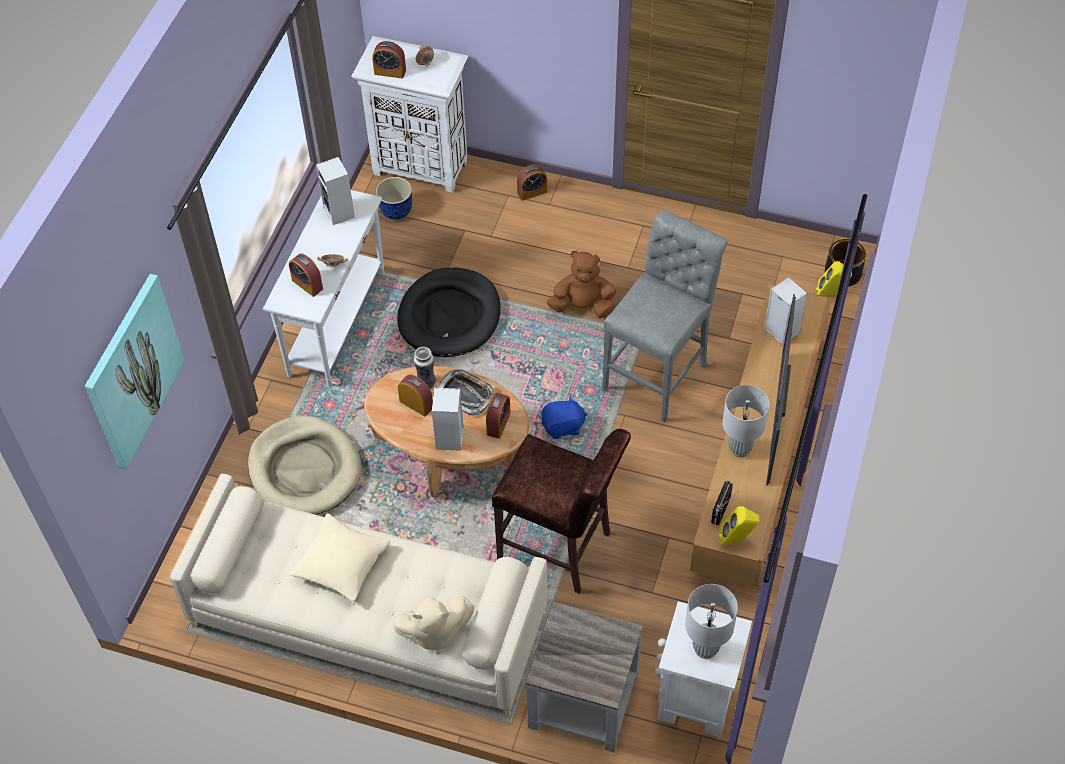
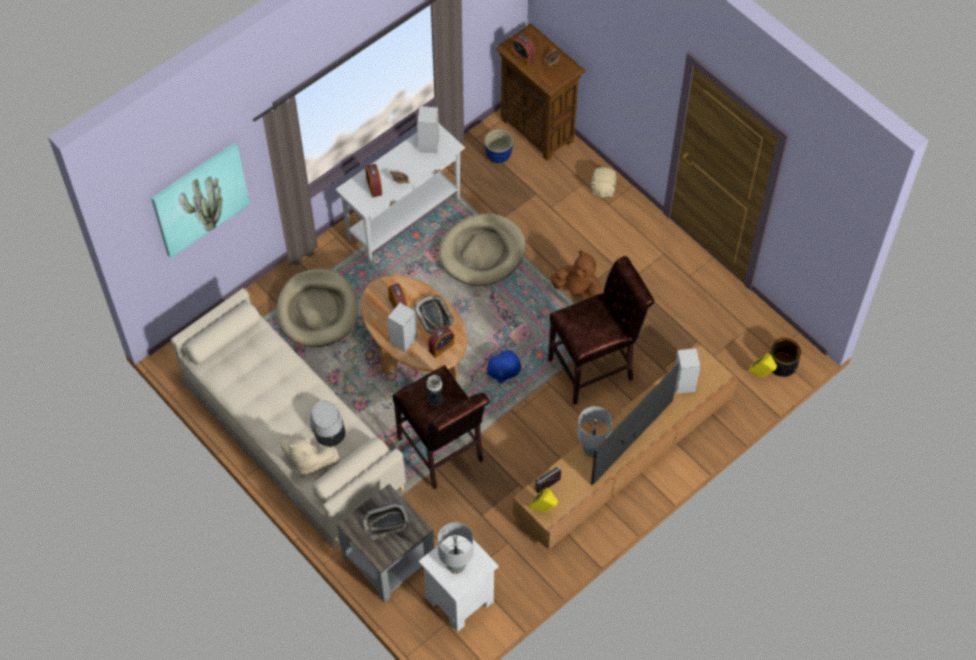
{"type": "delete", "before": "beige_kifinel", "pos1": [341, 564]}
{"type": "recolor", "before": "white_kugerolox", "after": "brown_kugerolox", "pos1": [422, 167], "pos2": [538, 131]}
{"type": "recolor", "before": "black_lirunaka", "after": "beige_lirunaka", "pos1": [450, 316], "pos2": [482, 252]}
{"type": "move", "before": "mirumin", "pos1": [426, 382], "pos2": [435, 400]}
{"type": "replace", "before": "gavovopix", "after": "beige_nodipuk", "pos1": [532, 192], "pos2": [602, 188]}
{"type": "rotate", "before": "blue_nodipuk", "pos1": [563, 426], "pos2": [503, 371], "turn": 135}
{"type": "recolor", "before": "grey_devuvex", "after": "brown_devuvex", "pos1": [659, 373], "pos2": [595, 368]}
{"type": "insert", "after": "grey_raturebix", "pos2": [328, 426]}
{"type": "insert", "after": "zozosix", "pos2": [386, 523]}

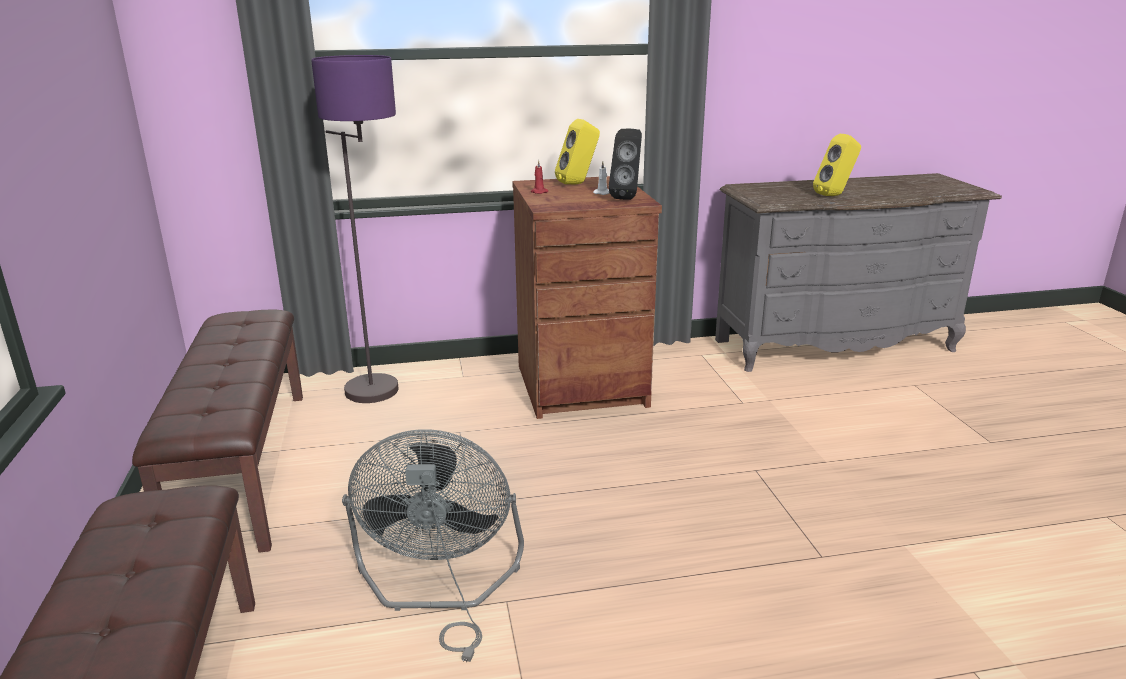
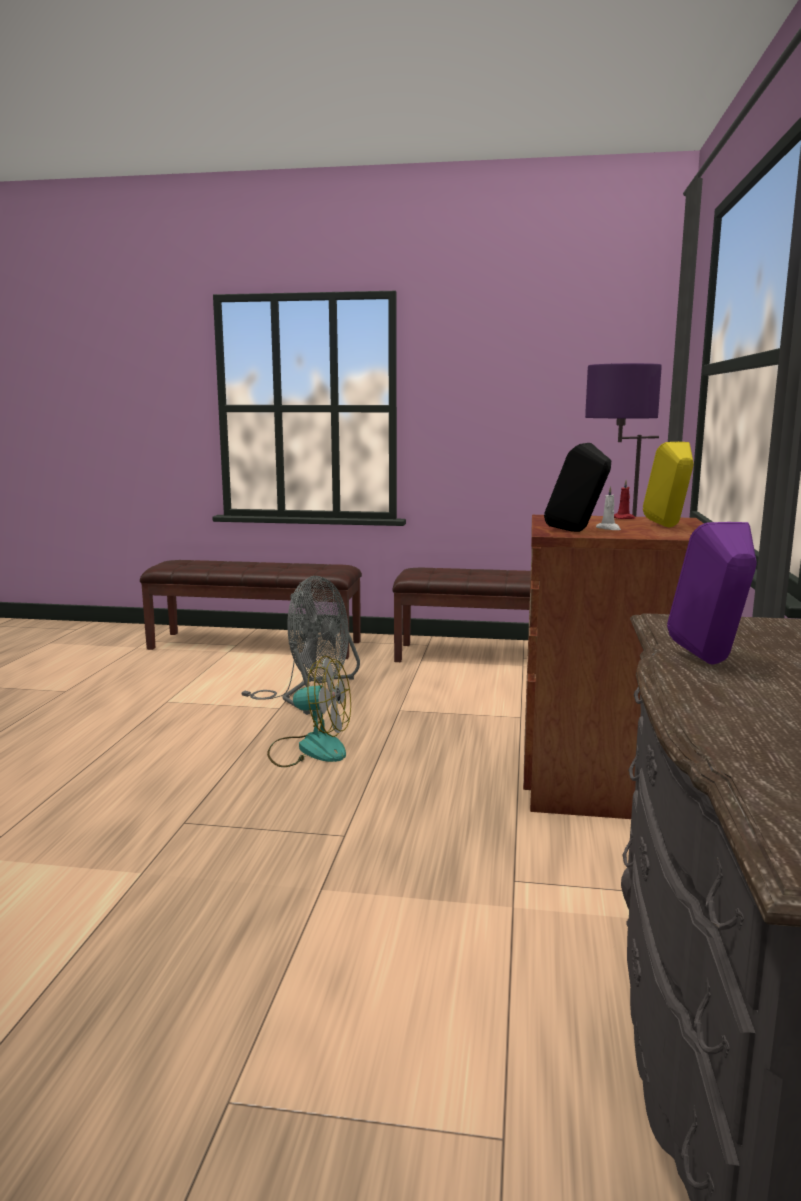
{"type": "recolor", "before": "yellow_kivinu", "after": "purple_kivinu", "pos1": [835, 195], "pos2": [711, 663]}
{"type": "insert", "after": "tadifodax", "pos2": [310, 749]}

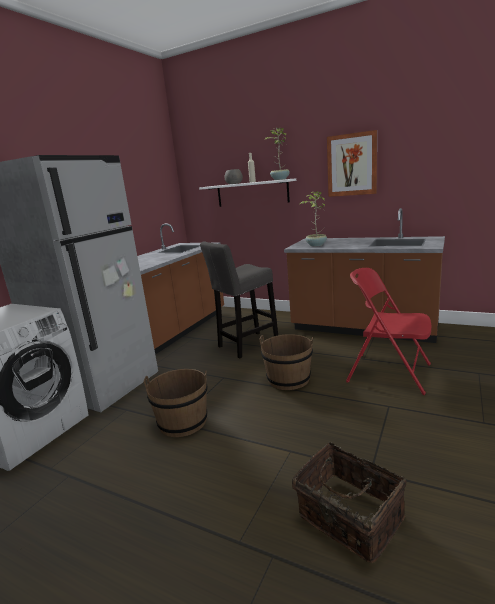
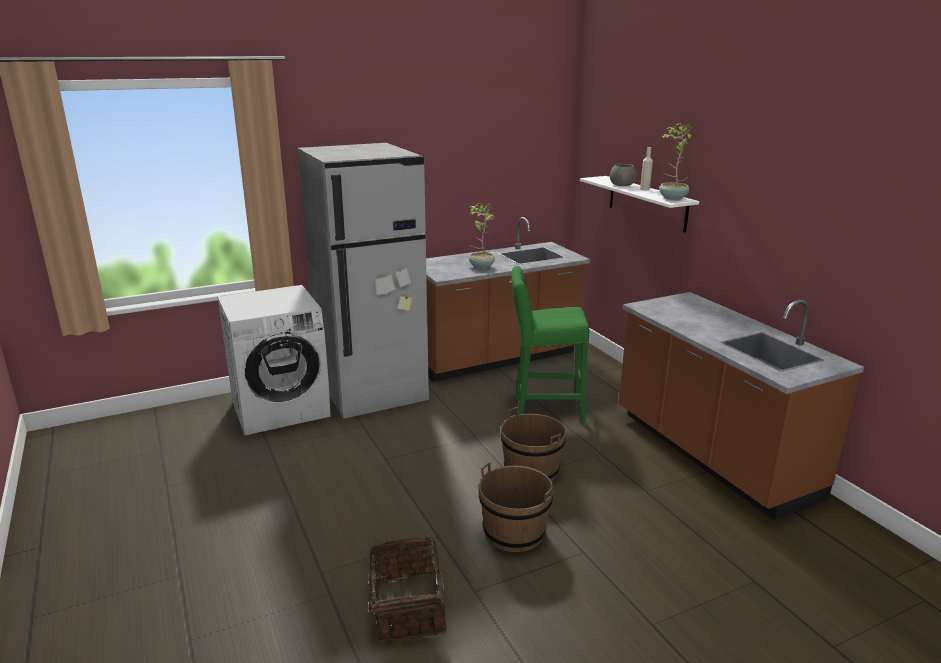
{"type": "move", "before": "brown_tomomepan", "pos1": [183, 422], "pos2": [514, 532]}
{"type": "recolor", "before": "grey_devuvex", "after": "green_devuvex", "pos1": [245, 345], "pos2": [544, 410]}
{"type": "move", "before": "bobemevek", "pos1": [316, 245], "pos2": [481, 266]}
{"type": "delete", "before": "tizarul", "pos1": [352, 165]}
{"type": "delete", "before": "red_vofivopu", "pos1": [389, 373]}

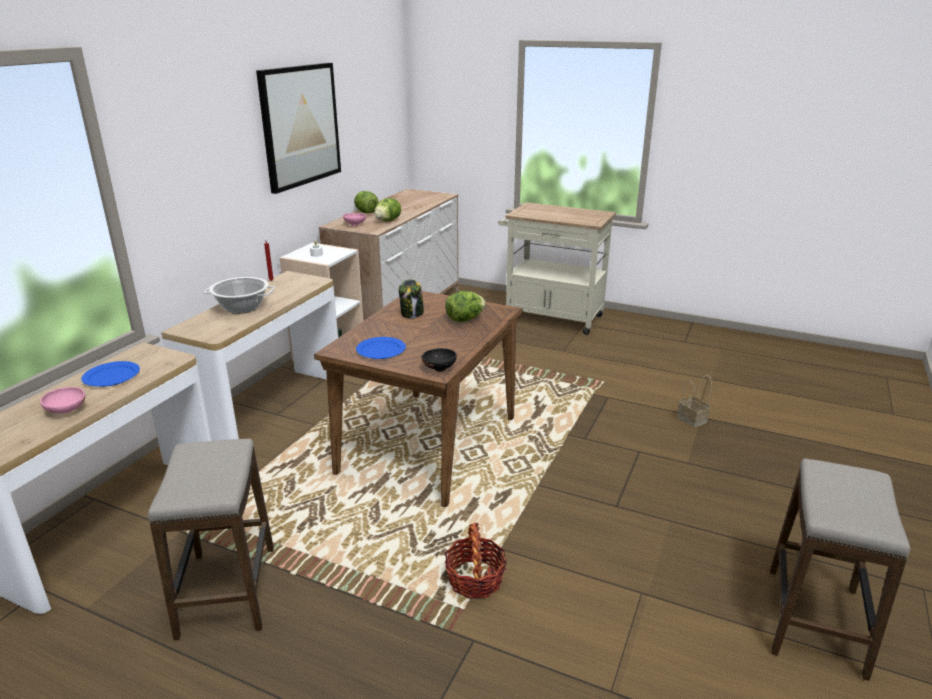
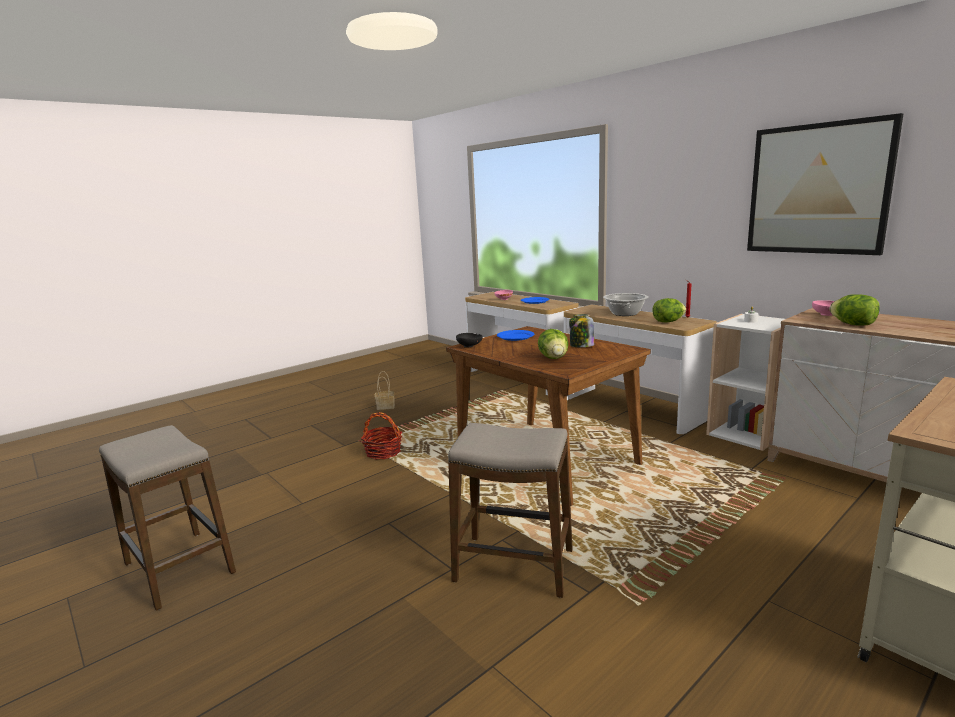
{"type": "move", "before": "devuvex", "pos1": [227, 591], "pos2": [513, 565]}
{"type": "move", "before": "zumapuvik", "pos1": [366, 212], "pos2": [668, 321]}
{"type": "move", "before": "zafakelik", "pos1": [693, 420], "pos2": [385, 407]}

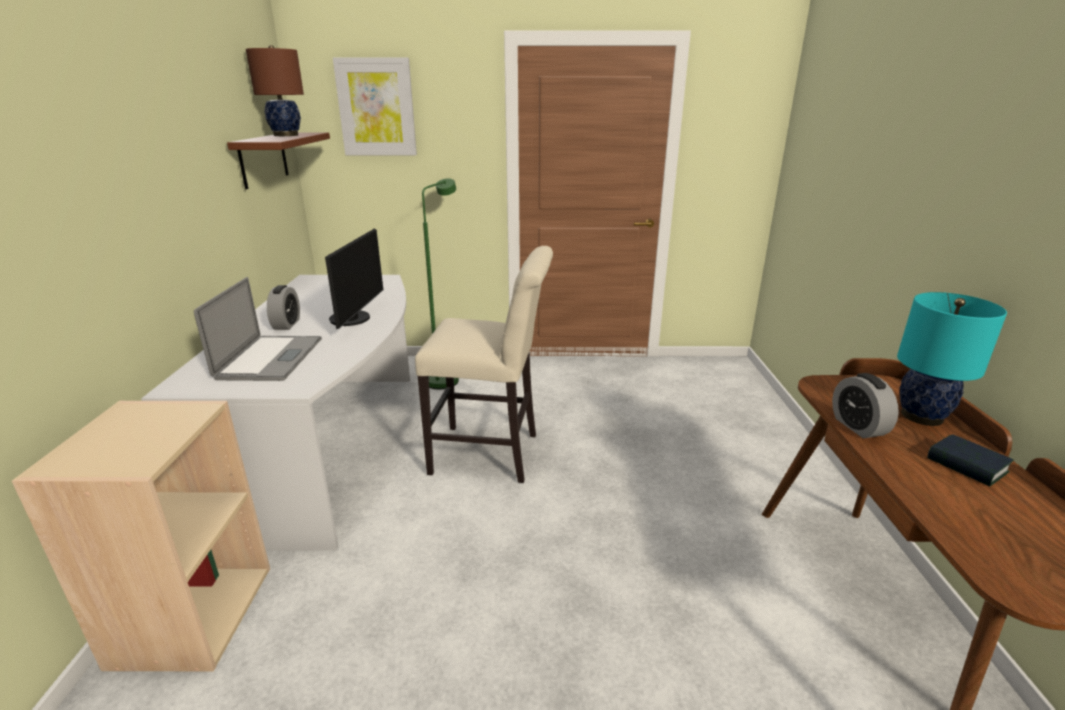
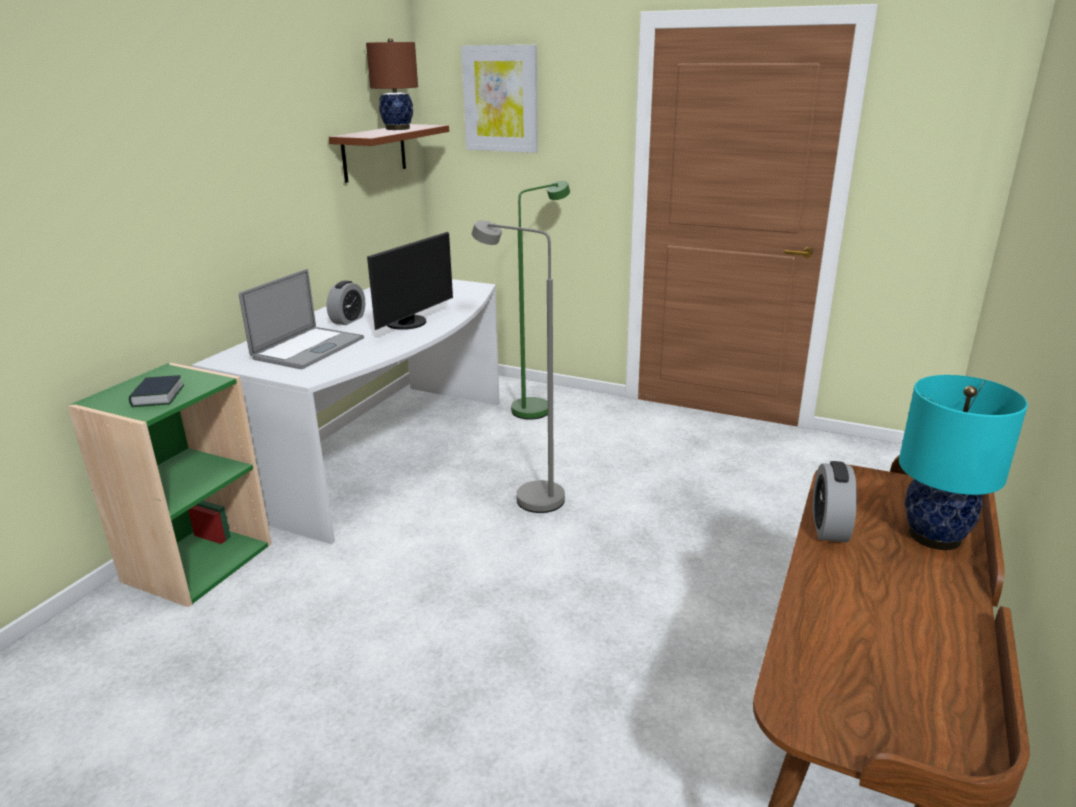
{"type": "recolor", "before": "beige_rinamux", "after": "green_rinamux", "pos1": [193, 613], "pos2": [198, 561]}
{"type": "replace", "before": "beige_devuvex", "after": "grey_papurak", "pos1": [491, 455], "pos2": [528, 496]}
{"type": "move", "before": "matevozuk", "pos1": [966, 465], "pos2": [158, 396]}

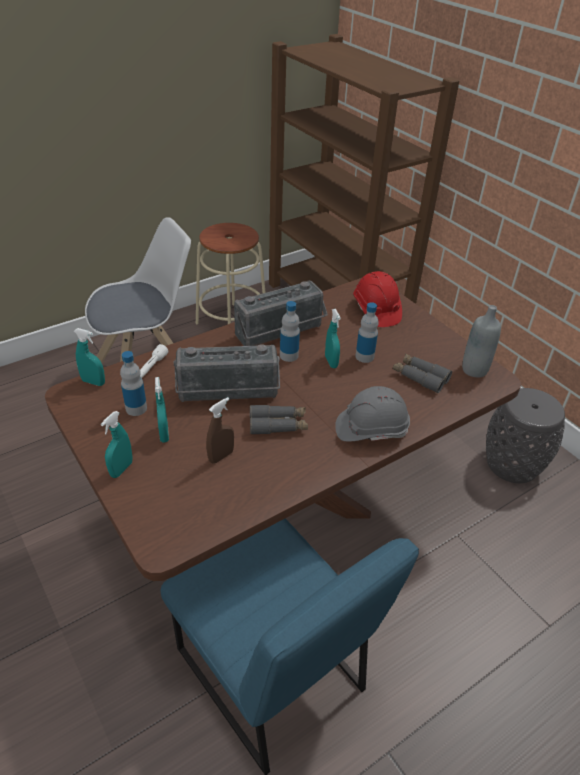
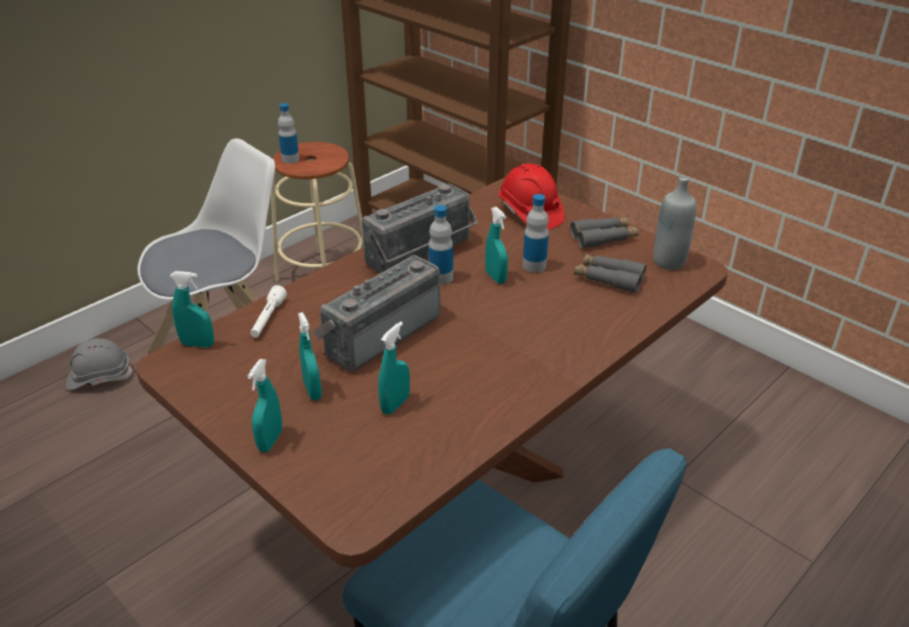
{"type": "move", "before": "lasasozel", "pos1": [136, 408], "pos2": [290, 159]}
{"type": "rotate", "before": "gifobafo", "pos1": [228, 395], "pos2": [379, 333], "turn": 150}
{"type": "recolor", "before": "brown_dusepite", "after": "turquoise_dusepite", "pos1": [221, 456], "pos2": [395, 404]}
{"type": "move", "before": "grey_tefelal", "pos1": [278, 425], "pos2": [604, 238]}
{"type": "move", "before": "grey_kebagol", "pos1": [371, 429], "pos2": [99, 377]}
{"type": "delete", "before": "grey_devuvex", "pos1": [512, 464]}

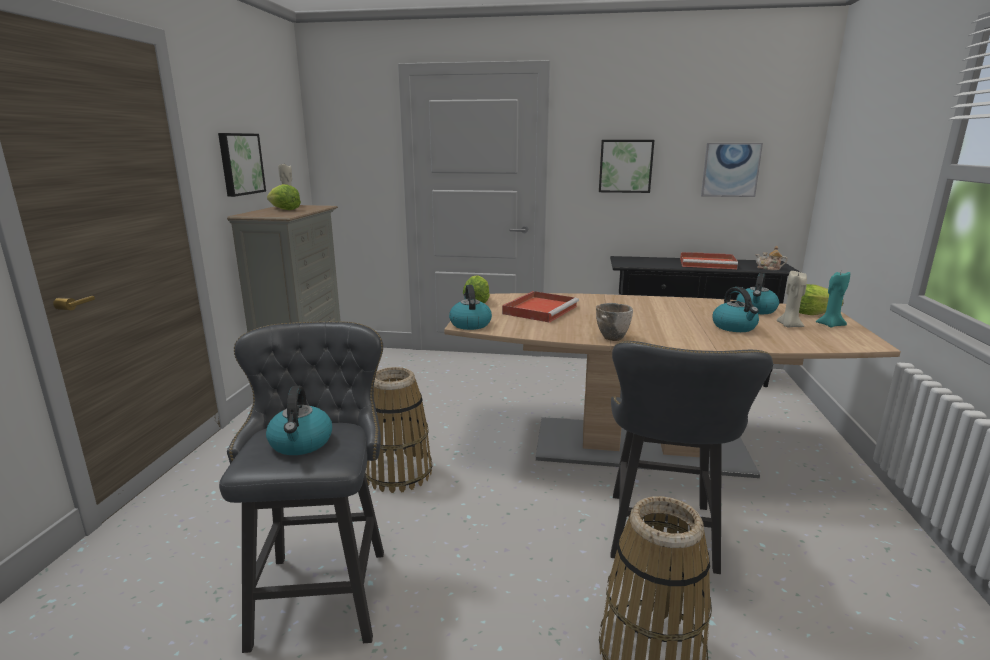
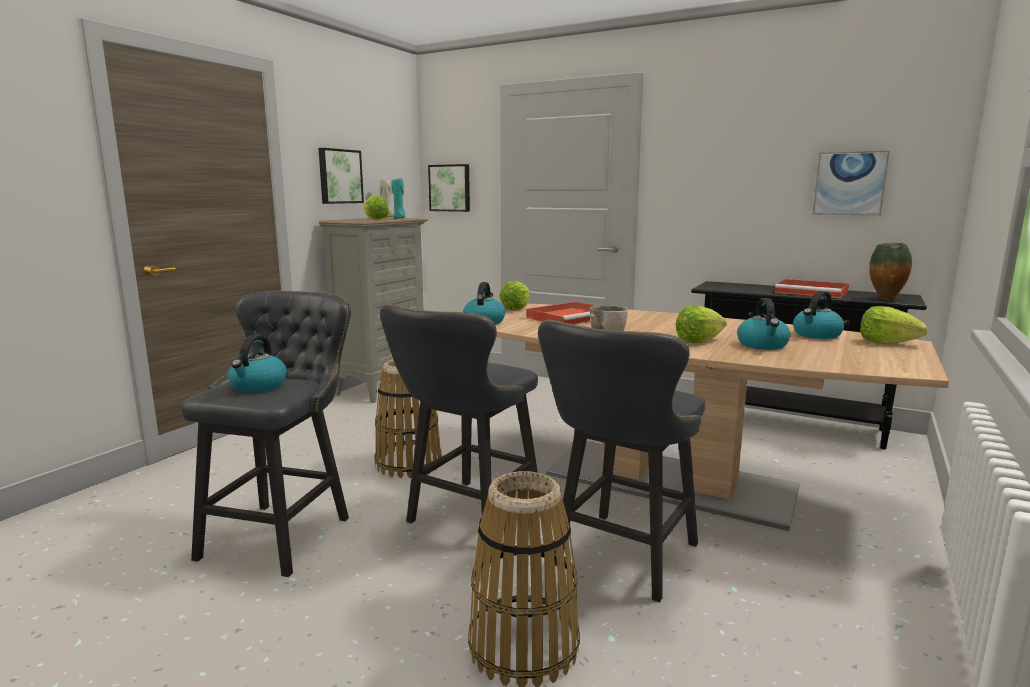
{"type": "move", "before": "tizarul", "pos1": [625, 166], "pos2": [450, 188]}
{"type": "replace", "before": "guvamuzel", "after": "mirumin", "pos1": [769, 268], "pos2": [885, 299]}
{"type": "delete", "before": "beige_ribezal", "pos1": [789, 326]}
{"type": "move", "before": "turquoise_ribezal", "pos1": [830, 325], "pos2": [399, 218]}
{"type": "insert", "after": "grey_devuvex", "pos2": [466, 519]}
{"type": "insert", "after": "zumapuvik", "pos2": [698, 341]}

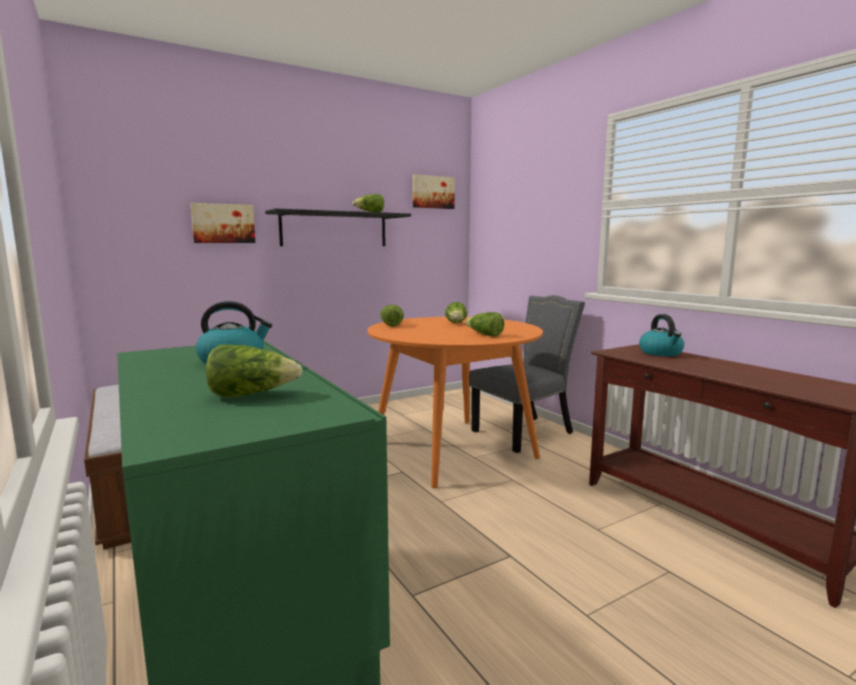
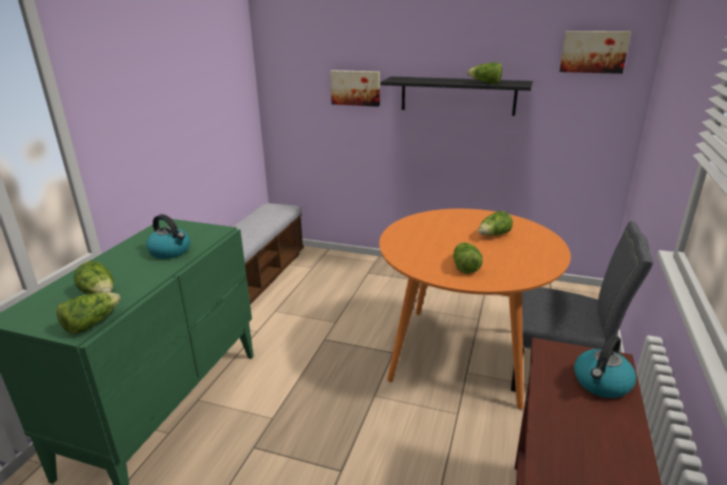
{"type": "move", "before": "zumapuvik", "pos1": [390, 324], "pos2": [91, 323]}

